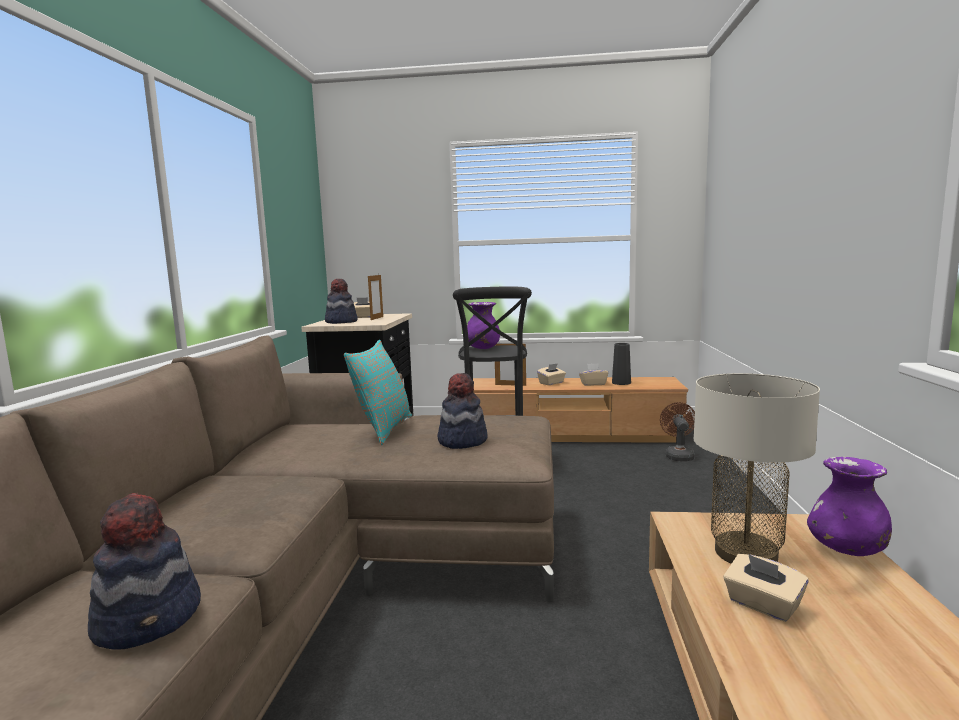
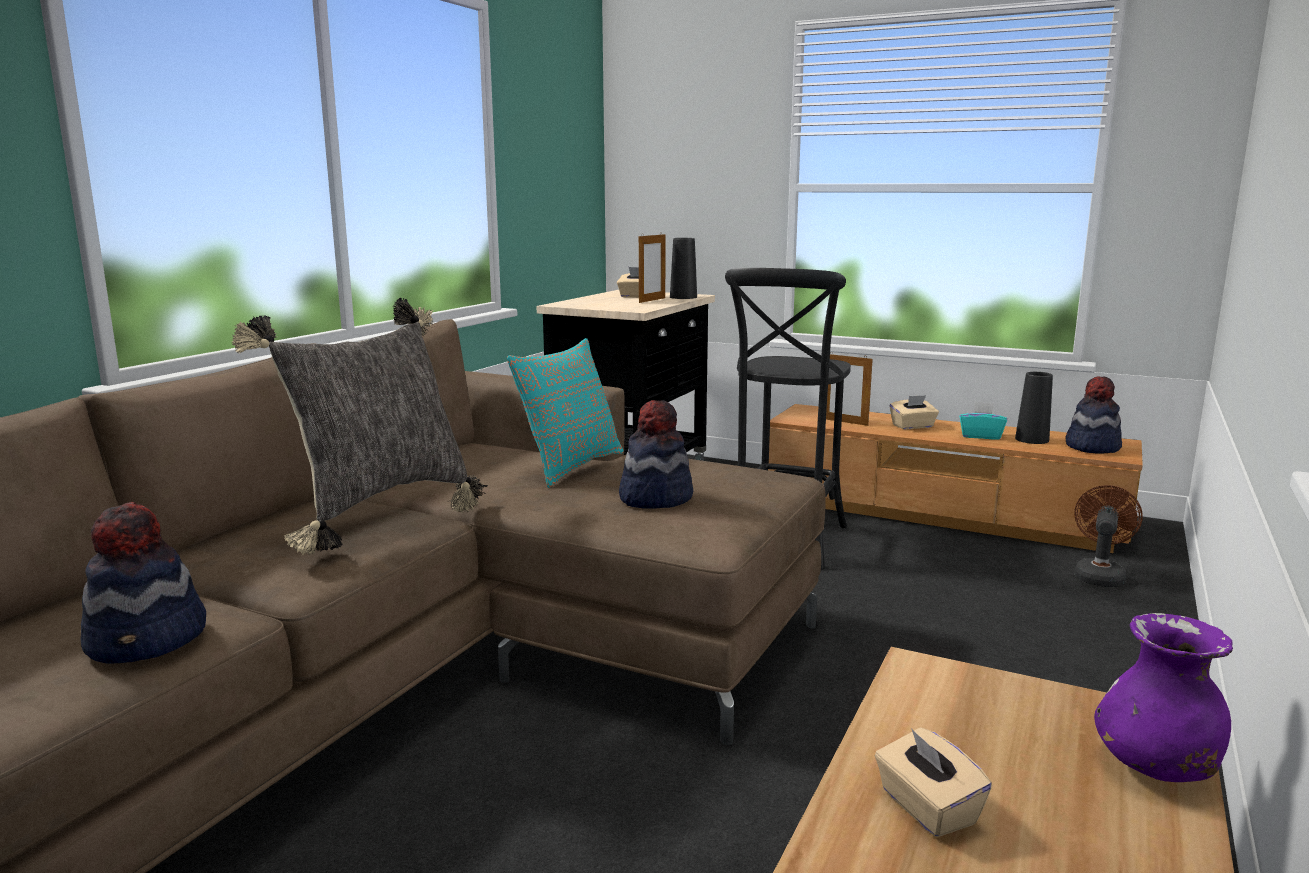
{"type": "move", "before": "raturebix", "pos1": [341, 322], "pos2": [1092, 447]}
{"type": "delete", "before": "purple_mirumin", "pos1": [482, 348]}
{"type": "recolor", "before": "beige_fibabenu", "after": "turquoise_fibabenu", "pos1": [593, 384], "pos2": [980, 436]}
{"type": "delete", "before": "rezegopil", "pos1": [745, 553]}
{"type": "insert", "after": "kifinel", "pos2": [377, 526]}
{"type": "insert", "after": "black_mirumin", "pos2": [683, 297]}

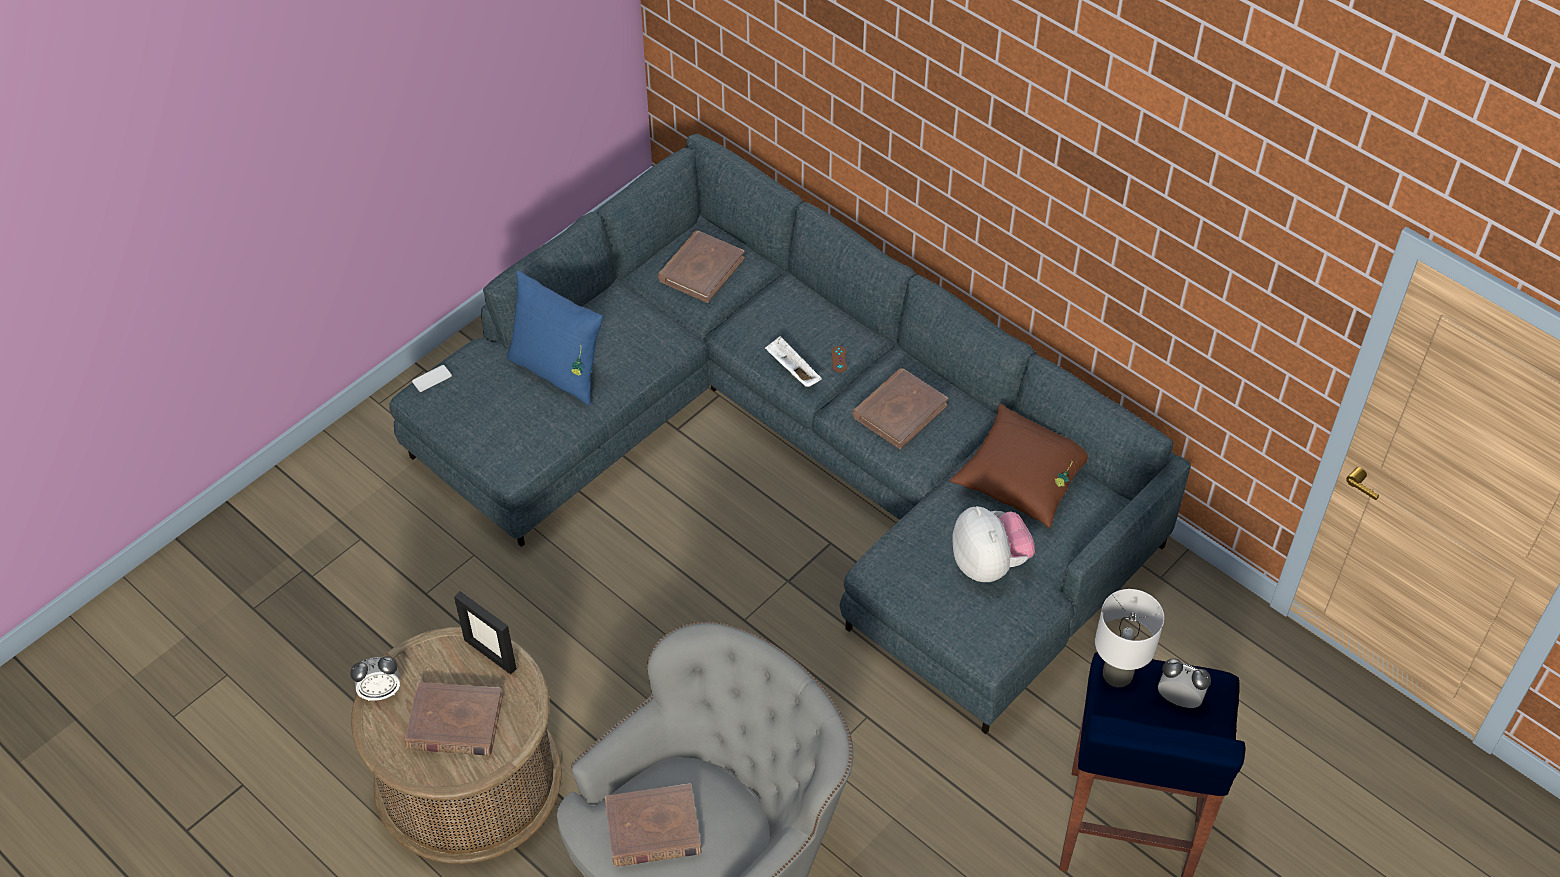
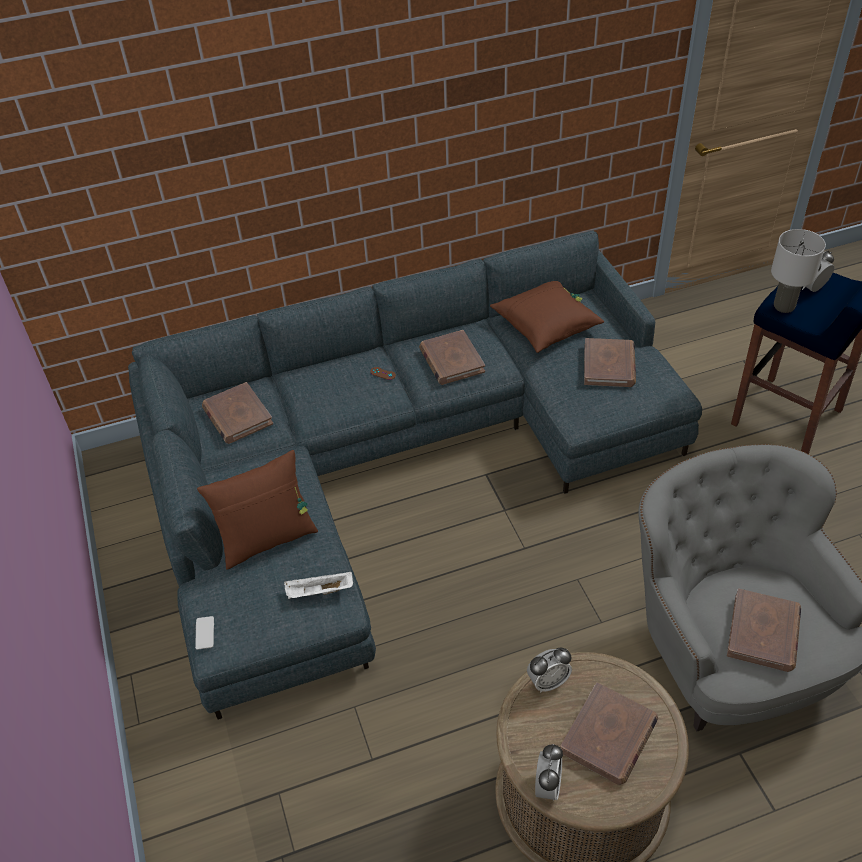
{"type": "replace", "before": "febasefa", "after": "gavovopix", "pos1": [491, 653], "pos2": [548, 682]}
{"type": "recolor", "before": "blue_kifinel", "after": "brown_kifinel", "pos1": [557, 372], "pos2": [267, 540]}
{"type": "move", "before": "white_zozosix", "pos1": [792, 370], "pos2": [319, 592]}
{"type": "replace", "before": "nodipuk", "after": "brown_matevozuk", "pos1": [989, 564], "pos2": [609, 365]}

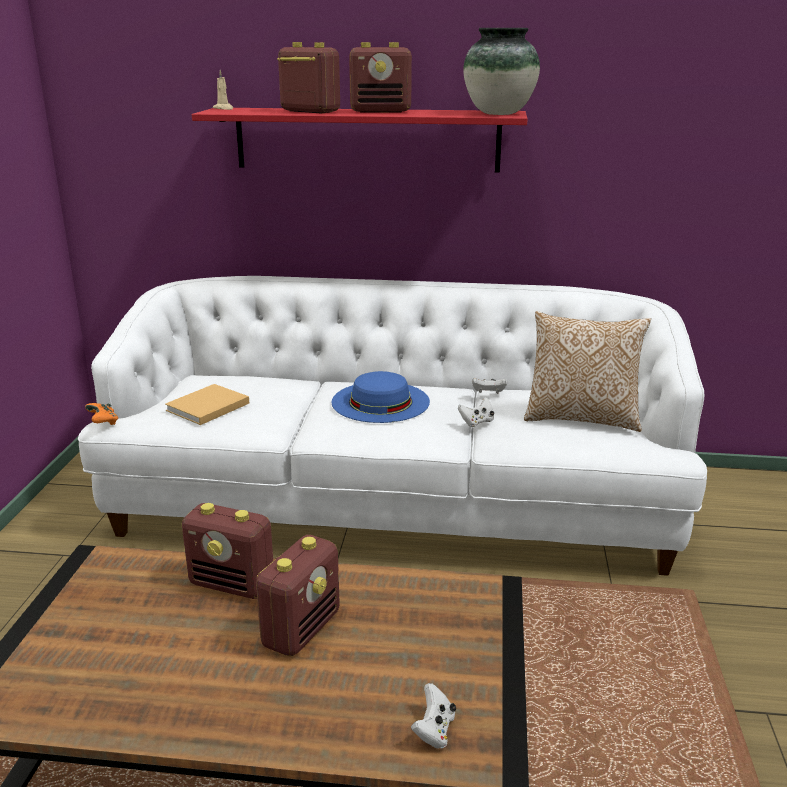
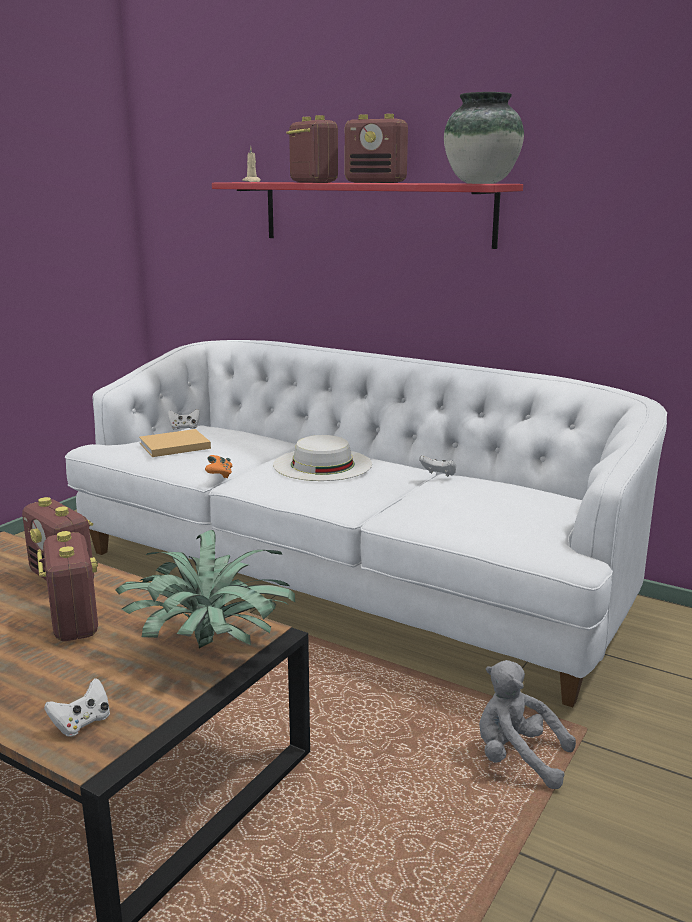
{"type": "move", "before": "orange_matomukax", "pos1": [103, 422], "pos2": [219, 475]}
{"type": "rotate", "before": "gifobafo", "pos1": [301, 629], "pos2": [74, 622], "turn": -75}
{"type": "recolor", "before": "blue_raturebix", "after": "white_raturebix", "pos1": [380, 401], "pos2": [322, 464]}
{"type": "move", "before": "white_matomukax", "pos1": [477, 422], "pos2": [184, 428]}
{"type": "delete", "before": "kifinel", "pos1": [581, 418]}
{"type": "insert", "after": "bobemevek", "pos2": [212, 647]}
{"type": "insert", "after": "grey_nodipuk", "pos2": [517, 758]}

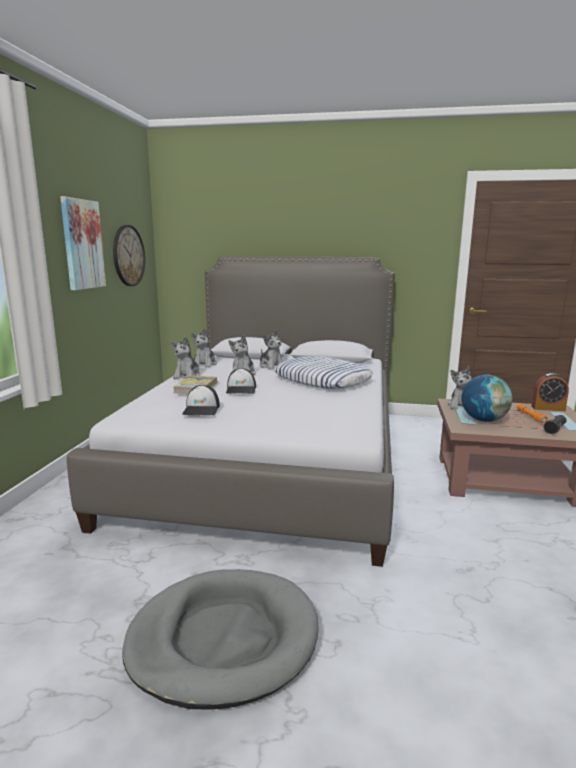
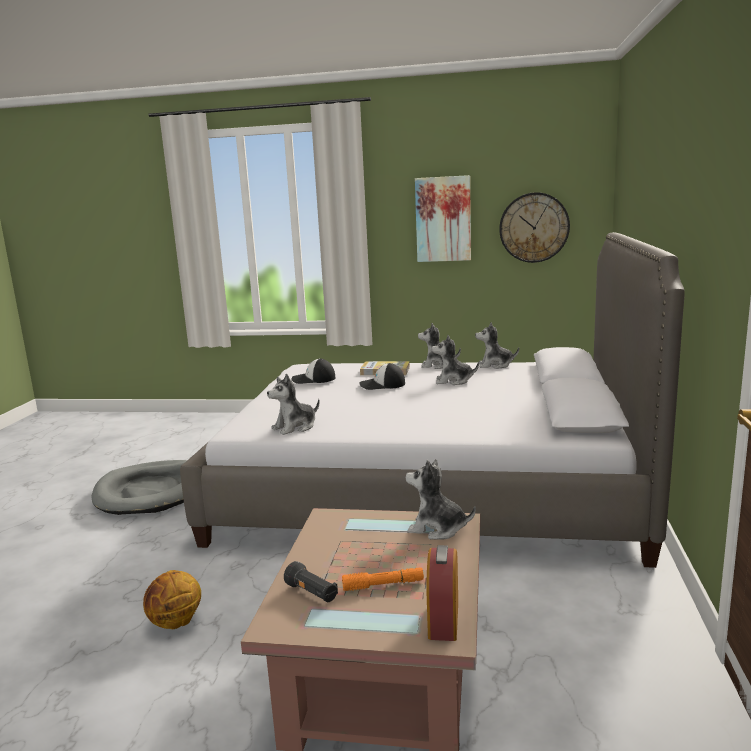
{"type": "move", "before": "nodipuk", "pos1": [271, 366], "pos2": [295, 427]}
{"type": "delete", "before": "kifinel", "pos1": [322, 380]}
{"type": "delete", "before": "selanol", "pos1": [483, 420]}
{"type": "insert", "after": "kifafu", "pos2": [176, 623]}

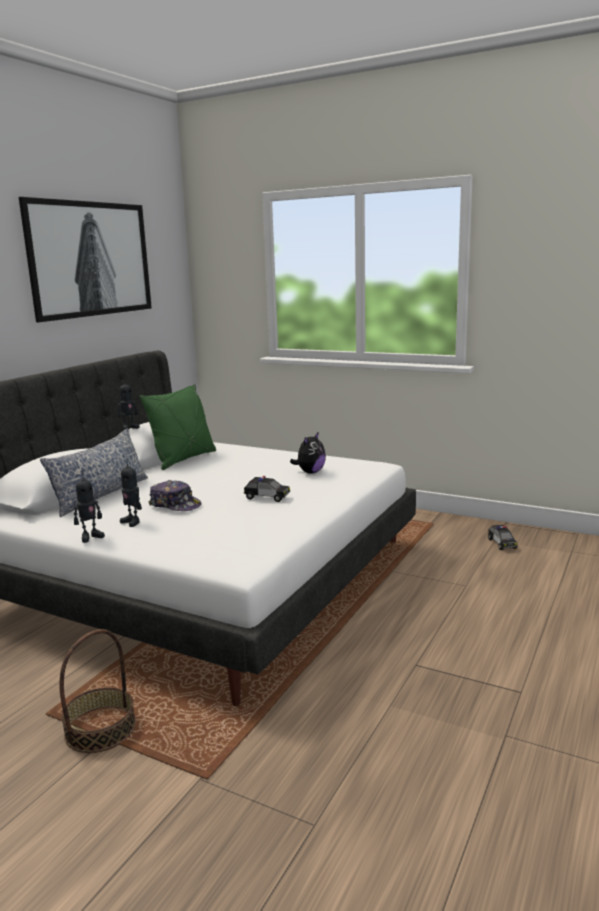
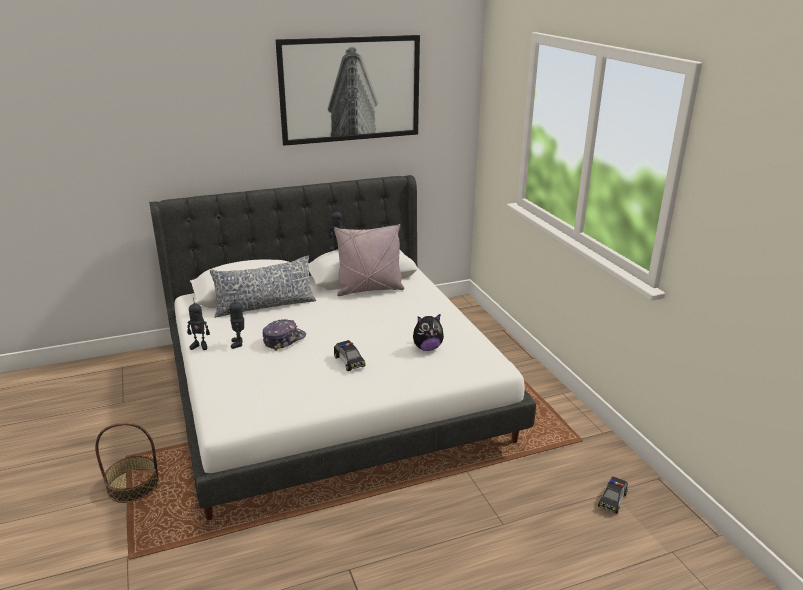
{"type": "recolor", "before": "green_kifinel", "after": "purple_kifinel", "pos1": [183, 459], "pos2": [369, 290]}
{"type": "rotate", "before": "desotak", "pos1": [175, 505], "pos2": [284, 340], "turn": -120}

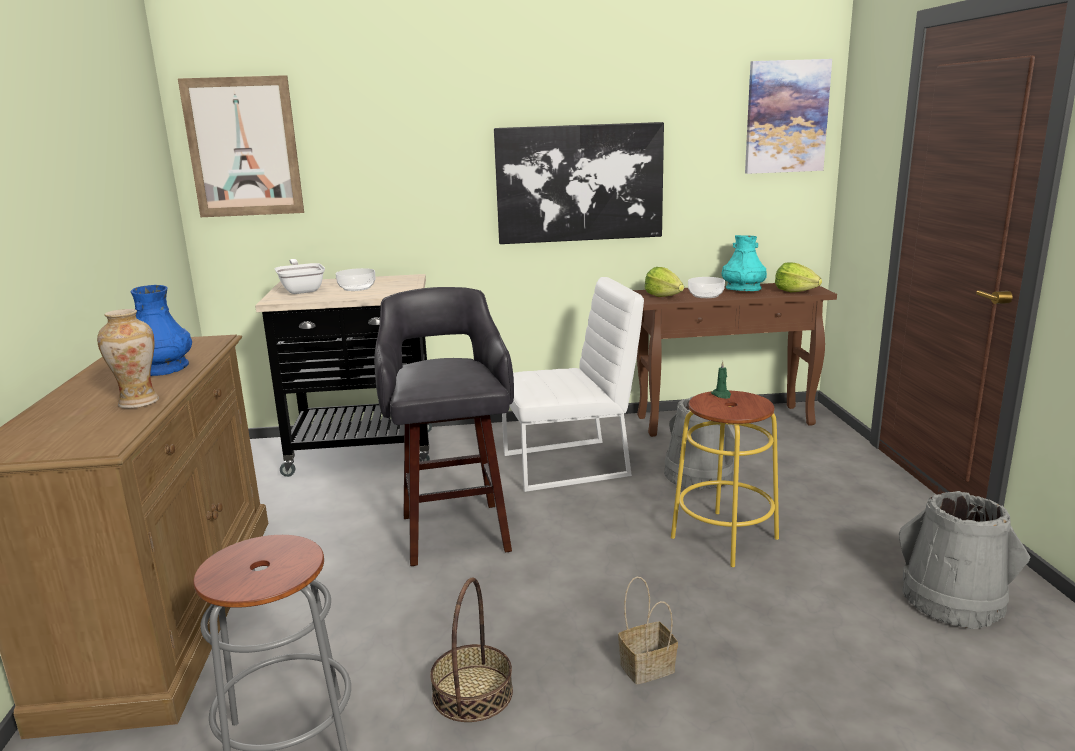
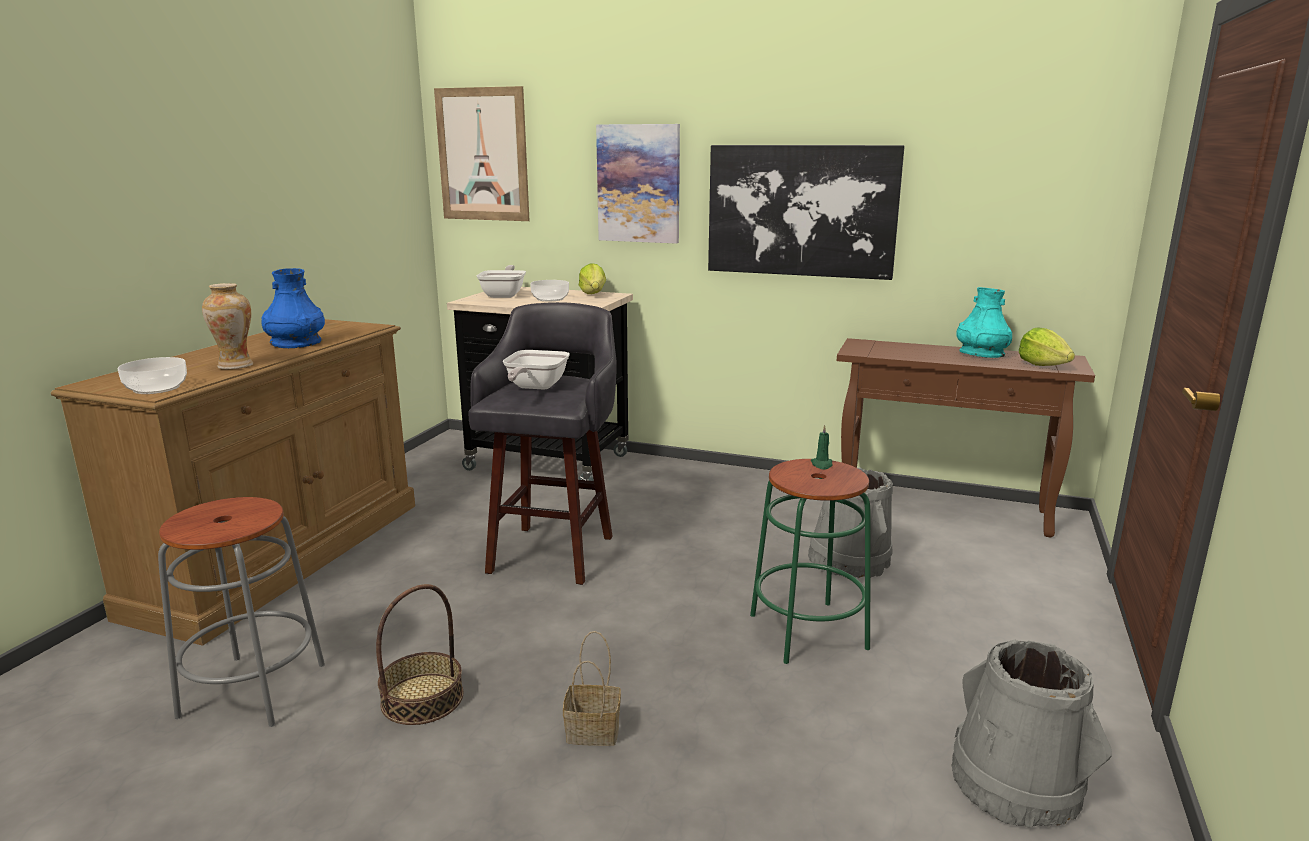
{"type": "delete", "before": "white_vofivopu", "pos1": [570, 464]}
{"type": "move", "before": "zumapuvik", "pos1": [663, 296], "pos2": [593, 294]}
{"type": "recolor", "before": "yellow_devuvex", "after": "green_devuvex", "pos1": [724, 538], "pos2": [808, 631]}
{"type": "move", "before": "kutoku", "pos1": [705, 295], "pos2": [157, 388]}
{"type": "move", "before": "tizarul", "pos1": [786, 117], "pos2": [639, 184]}
{"type": "insert", "after": "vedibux", "pos2": [534, 387]}

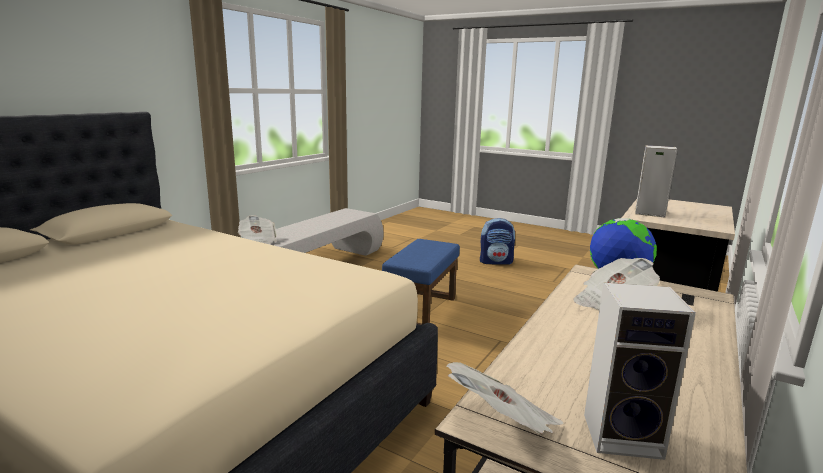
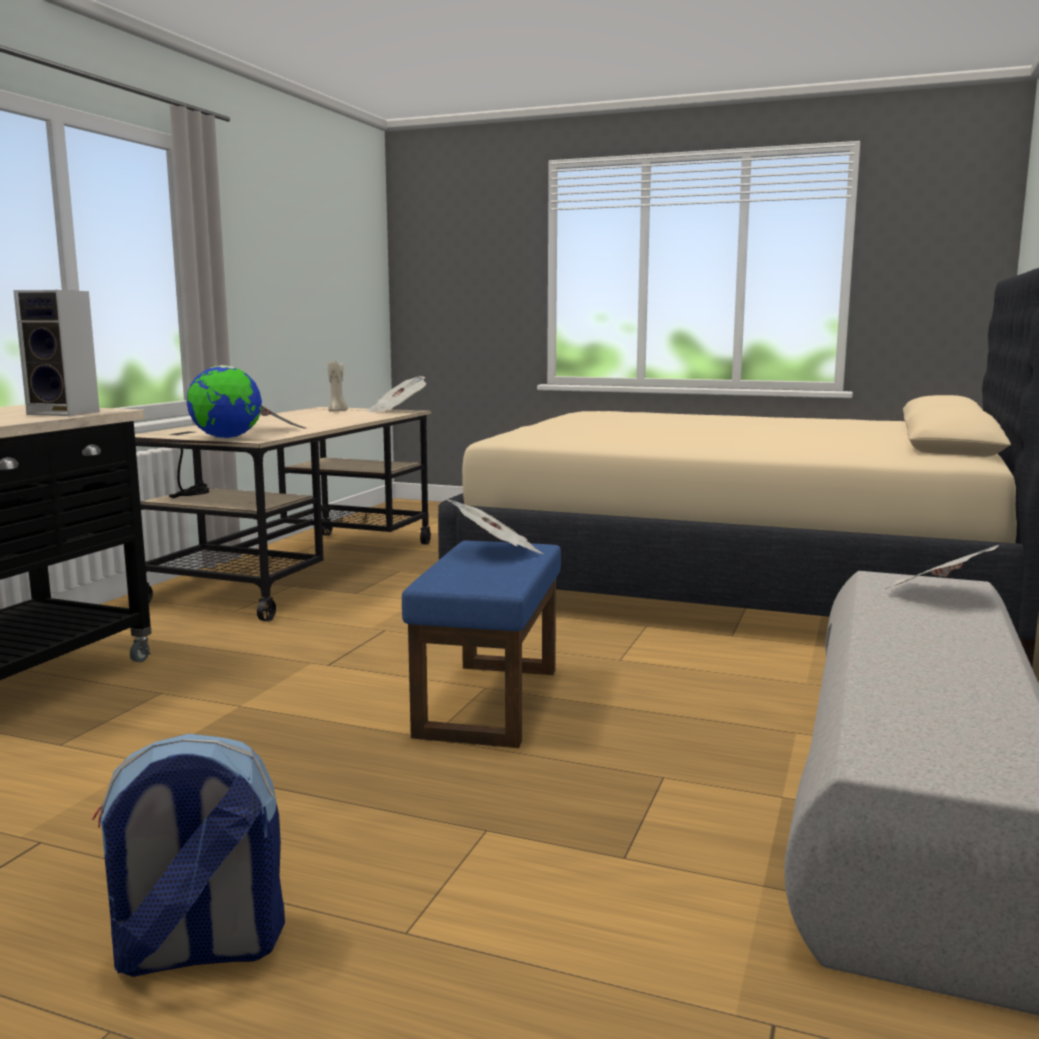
{"type": "replace", "before": "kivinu", "after": "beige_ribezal", "pos1": [624, 435], "pos2": [338, 411]}
{"type": "insert", "after": "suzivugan", "pos2": [497, 552]}

